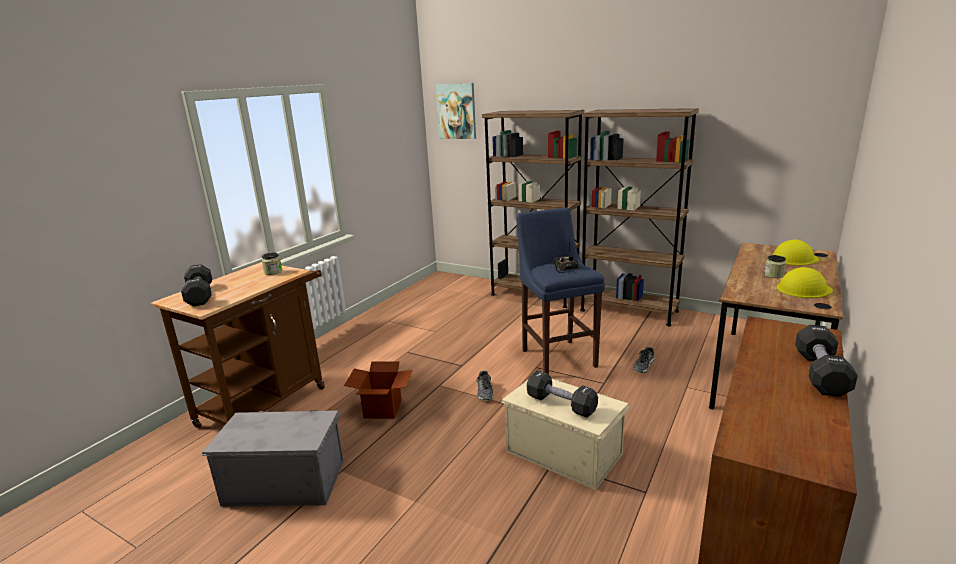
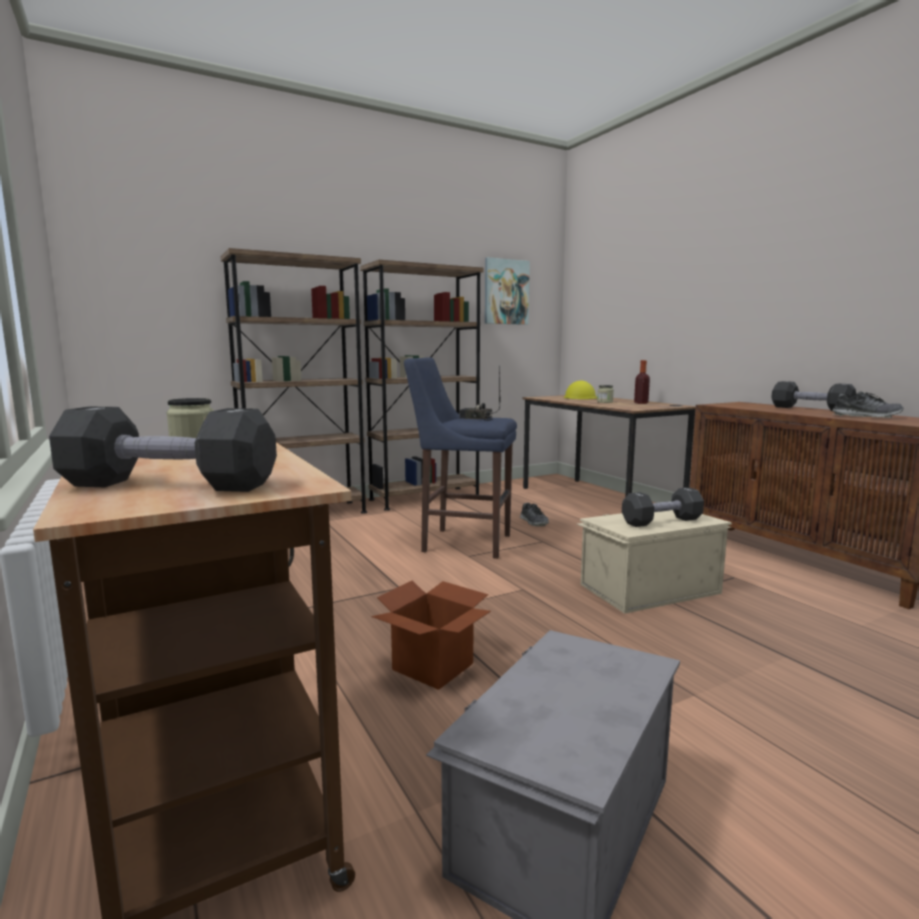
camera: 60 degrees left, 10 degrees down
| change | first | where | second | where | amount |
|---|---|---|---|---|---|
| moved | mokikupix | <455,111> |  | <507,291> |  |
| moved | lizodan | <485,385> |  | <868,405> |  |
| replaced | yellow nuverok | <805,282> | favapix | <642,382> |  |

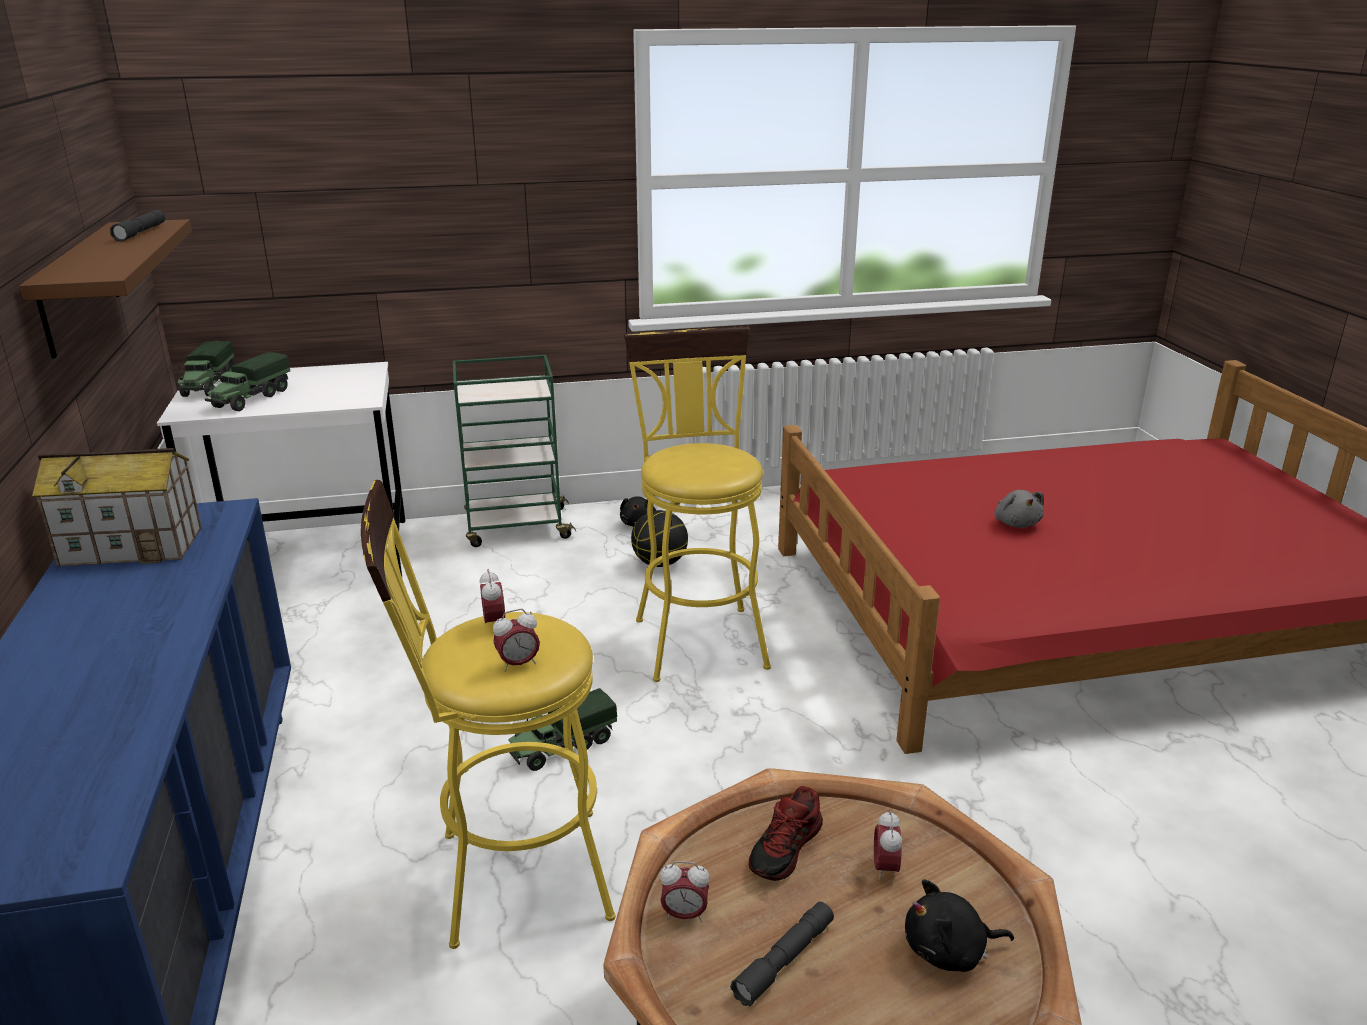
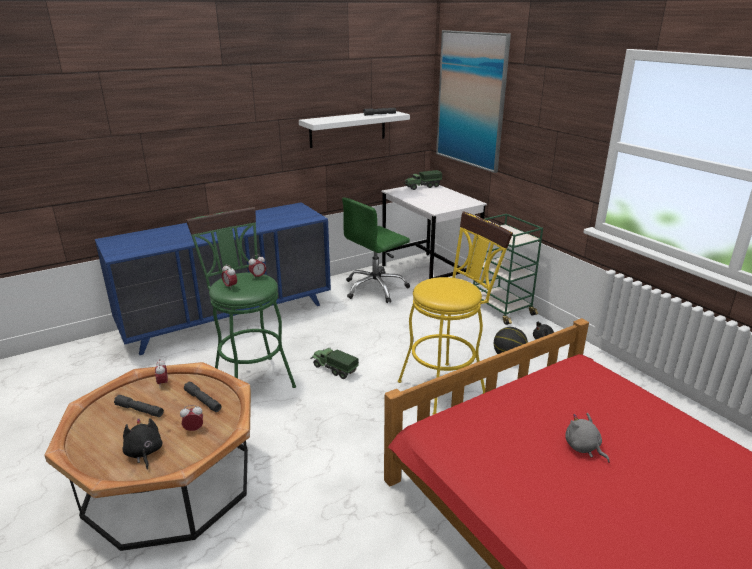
camera: 70 degrees right, 0 degrees up
| change | first | where | second | where | amount |
|---|---|---|---|---|---|
| recoloured | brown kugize | <106,288> | white kugize | <354,129> |  |
| removed | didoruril | <117,507> |  |  |  |
| removed | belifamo | <247,381> |  |  |  |
| recoloured | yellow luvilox | <488,714> | green luvilox | <241,297> |  |
| replaced | lizodan | <786,833> | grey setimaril | <203,396> |  |
| turned | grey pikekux | <1019,509> |  | <588,438> | 90 degrees clockwise |
| added |  |  | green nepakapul | <376,250> |  |
| added |  |  | mokikupix | <473,101> |  |

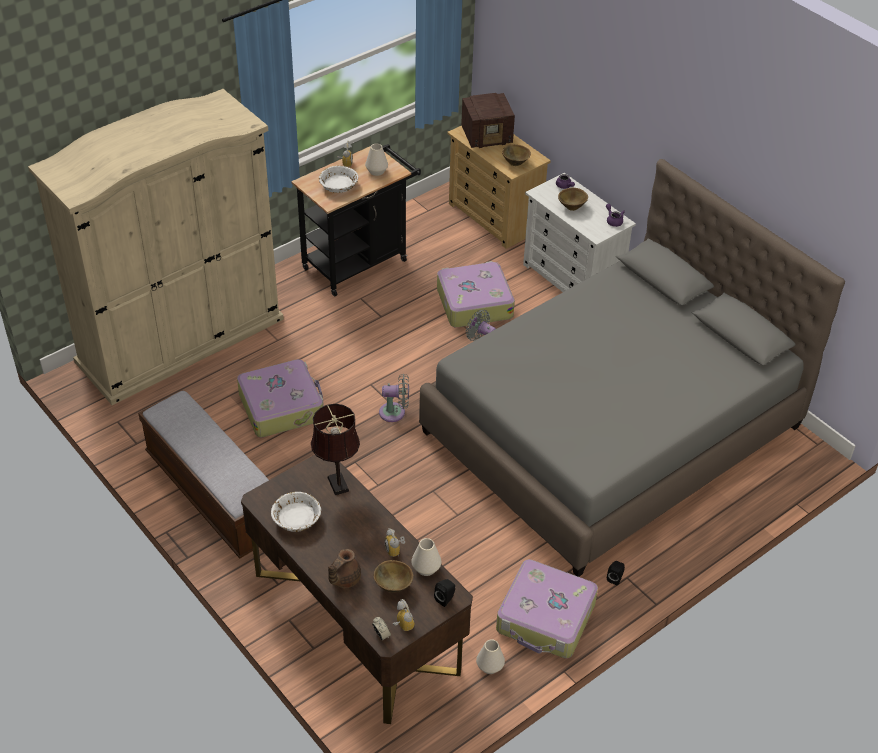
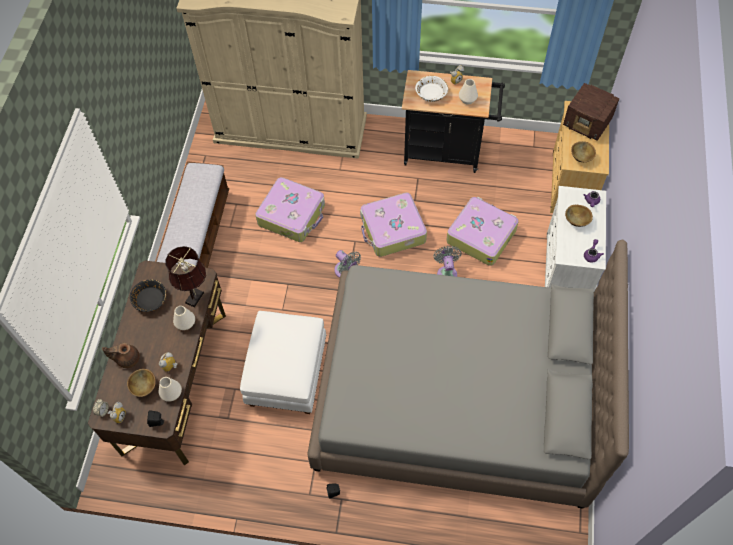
camera: 50 degrees right, 15 degrees up
| change | first | where | second | where | amount |
|---|---|---|---|---|---|
| recoloured | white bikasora | <296,512> | black bikasora | <148,295> |  |
| moved | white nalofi | <490,656> |  | <184,318> |  |
| moved | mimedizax | <547,608> |  | <393,224> |  |
| added |  |  | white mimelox | <283,362> |  |

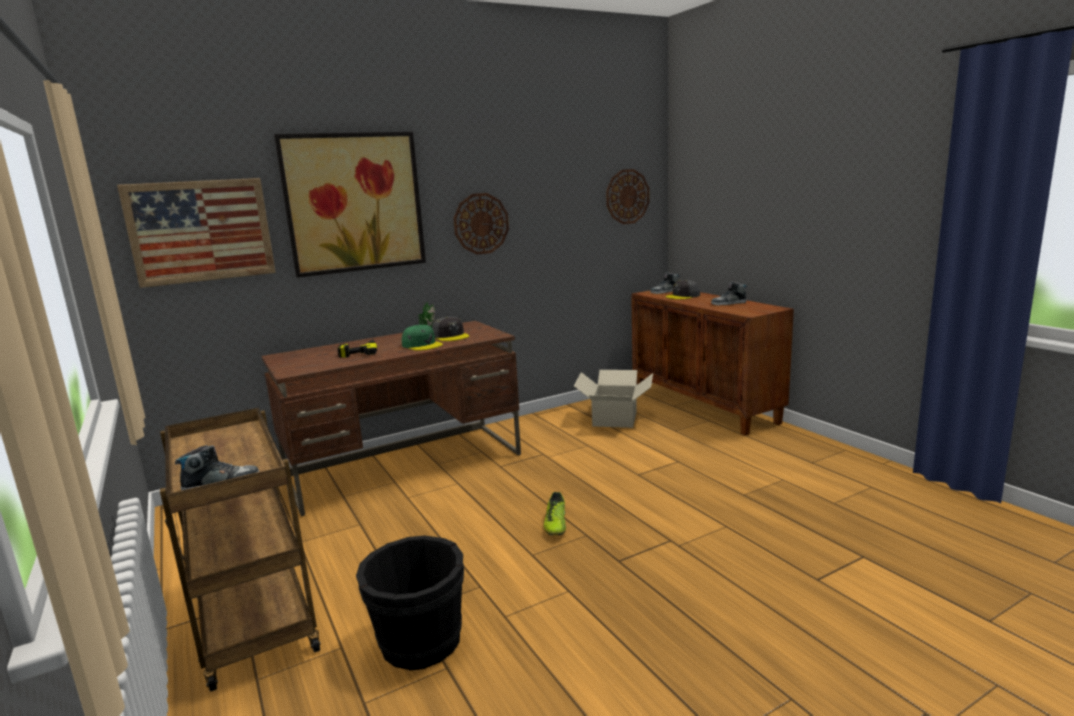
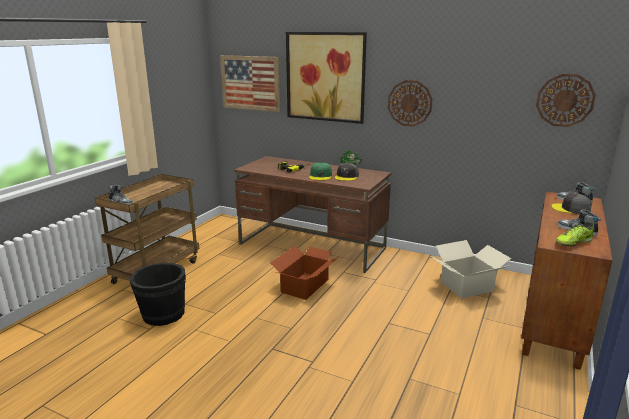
camera: 55 degrees right, 5 degrees up
| change | first | where | second | where | amount |
|---|---|---|---|---|---|
| moved | lizodan | <554,514> |  | <575,233> |  |
| added |  |  | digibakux | <304,273> |  |

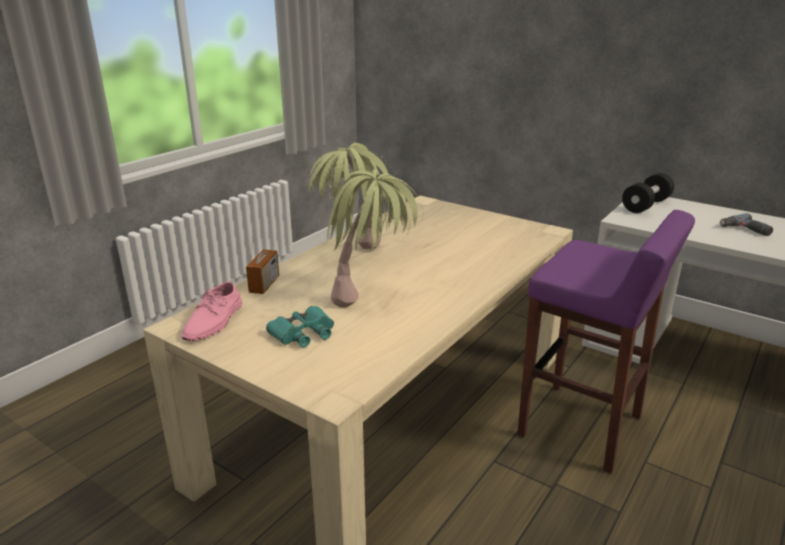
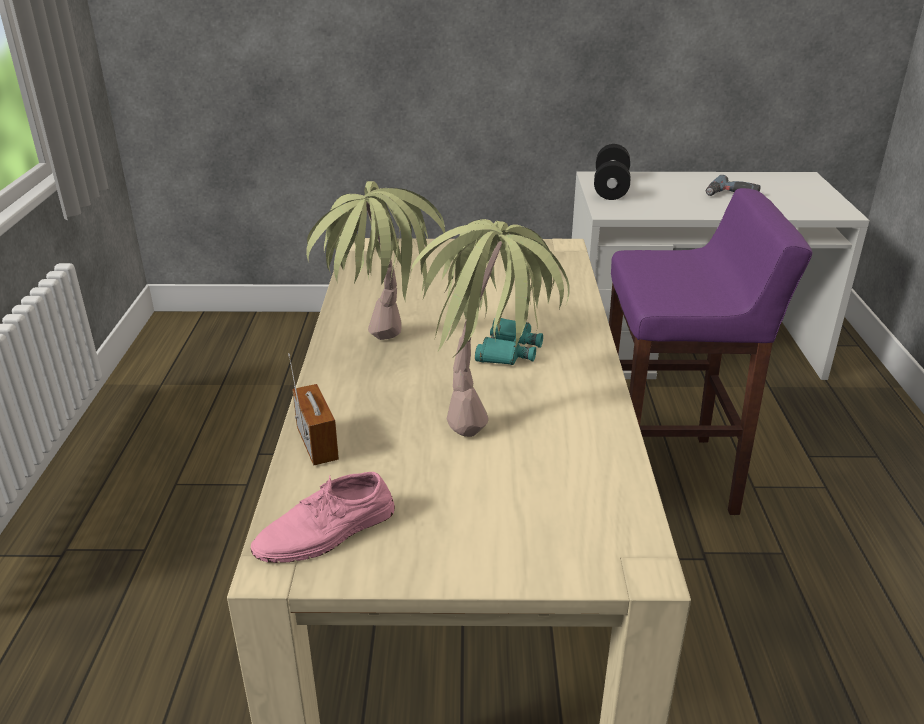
camera: 35 degrees left, 5 degrees up
| change | first | where | second | where | amount |
|---|---|---|---|---|---|
| turned | pink lizodan | <212,311> |  | <323,517> | 75 degrees clockwise |
| moved | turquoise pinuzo | <300,326> |  | <509,341> |  |

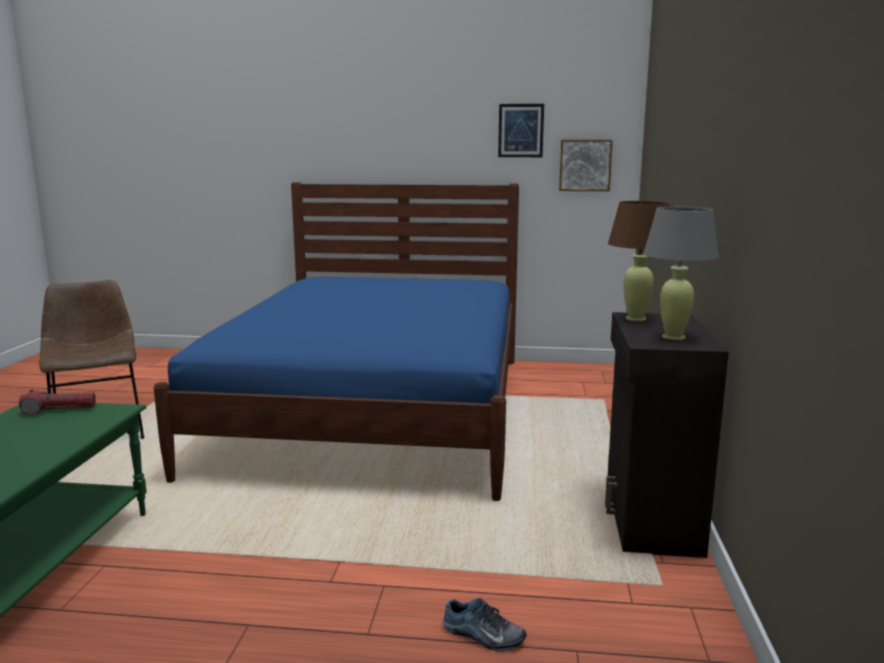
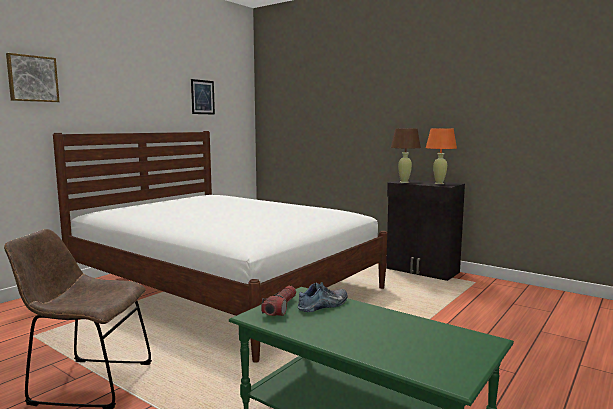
camera: 60 degrees left, 5 degrees down
| change | first | where | second | where | amount |
|---|---|---|---|---|---|
| recoloured | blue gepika | <336,341> | white gepika | <220,247> |  |
| moved | lizodan | <485,624> |  | <323,297> |  |
| moved | mokikupix | <586,165> |  | <33,77> |  |
| recoloured | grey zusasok | <681,273> | orange zusasok | <441,156> |  |

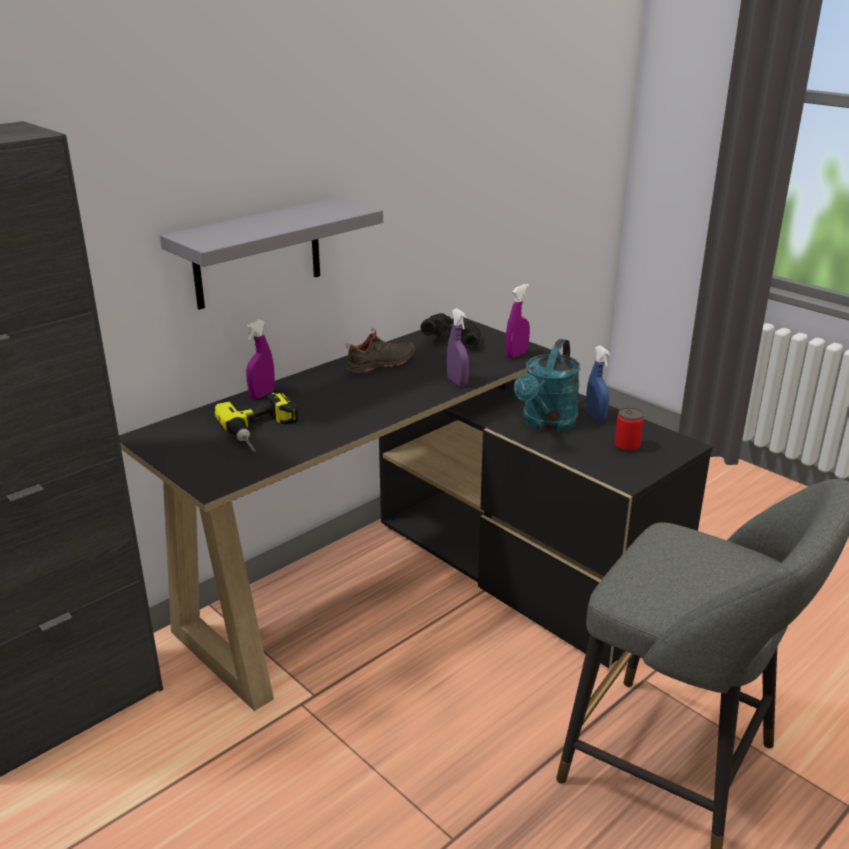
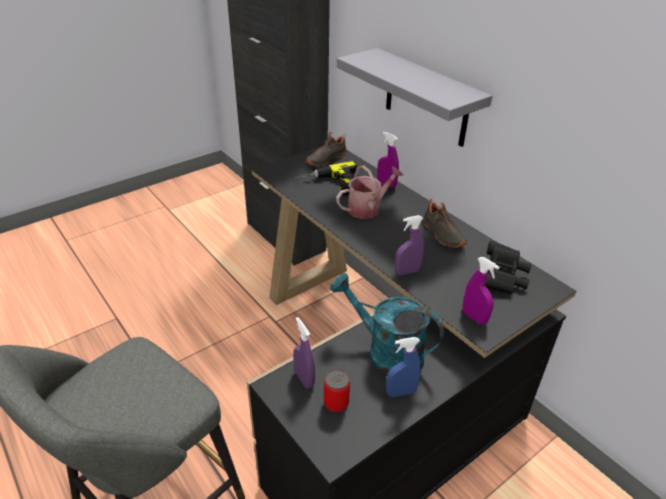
camera: 95 degrees right, 10 degrees up
| change | first | where | second | where | amount |
|---|---|---|---|---|---|
| added |  |  | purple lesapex | <304,353> |  |
| added |  |  | black lizodan | <326,149> |  |
| added |  |  | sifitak | <370,192> |  |

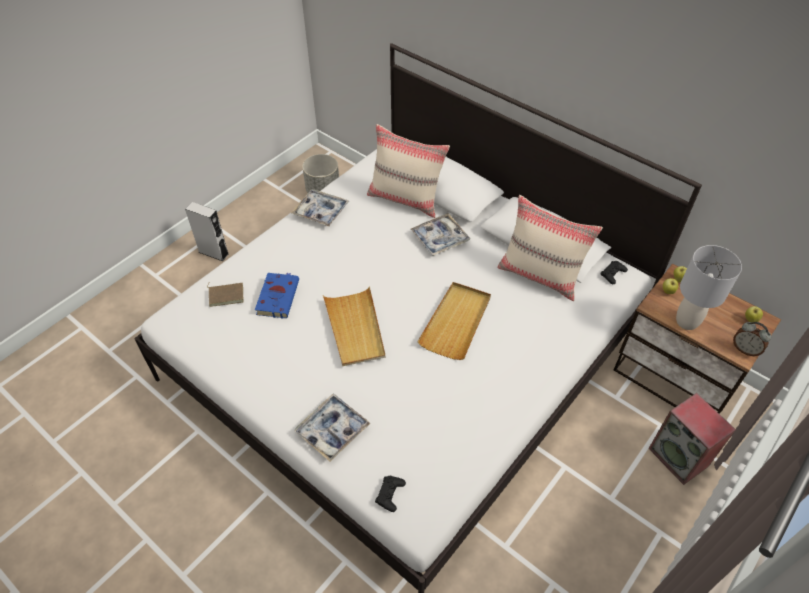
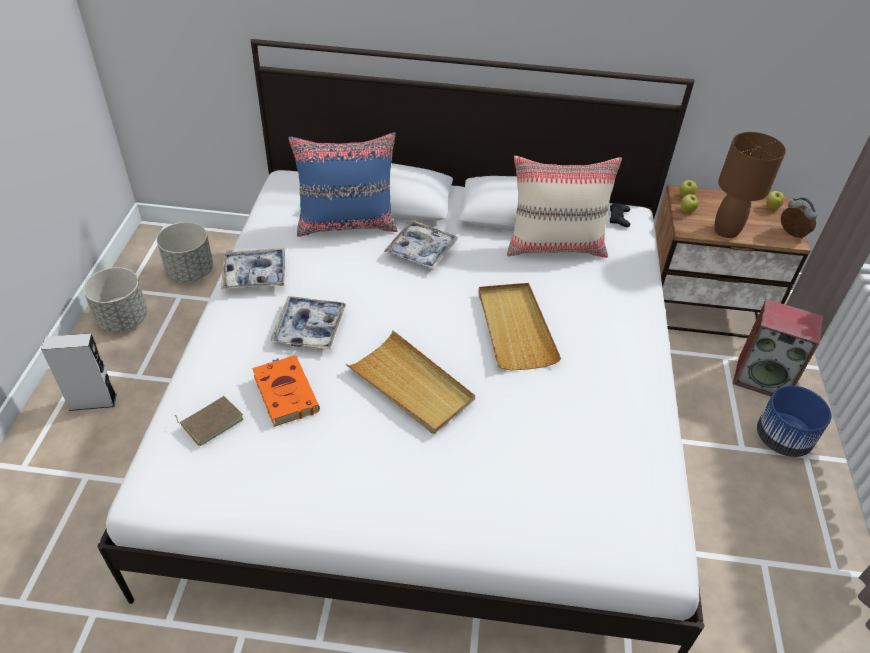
camera: 35 degrees left, 5 degrees down
| change | first | where | second | where | amount |
|---|---|---|---|---|---|
| recoloured | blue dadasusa | <277,296> | orange dadasusa | <286,391> |  |
| moved | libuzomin | <332,427> |  | <308,322> |  |
| recoloured | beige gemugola | <408,171> | blue gemugola | <343,185> |  |
| removed | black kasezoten | <390,494> |  |  |  |
| recoloured | grey zusasok | <709,287> | brown zusasok | <750,185> |  |
| turned | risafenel | <752,339> |  | <799,218> | 135 degrees counterclockwise |
| added |  |  | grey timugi | <115,299> |  |
| added |  |  | blue timugi | <794,421> |  |

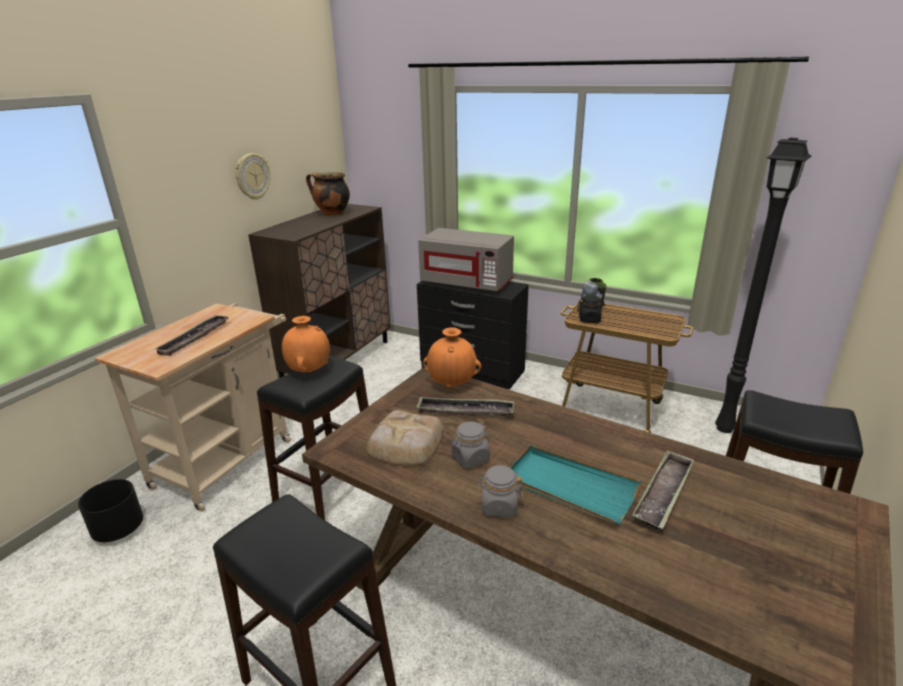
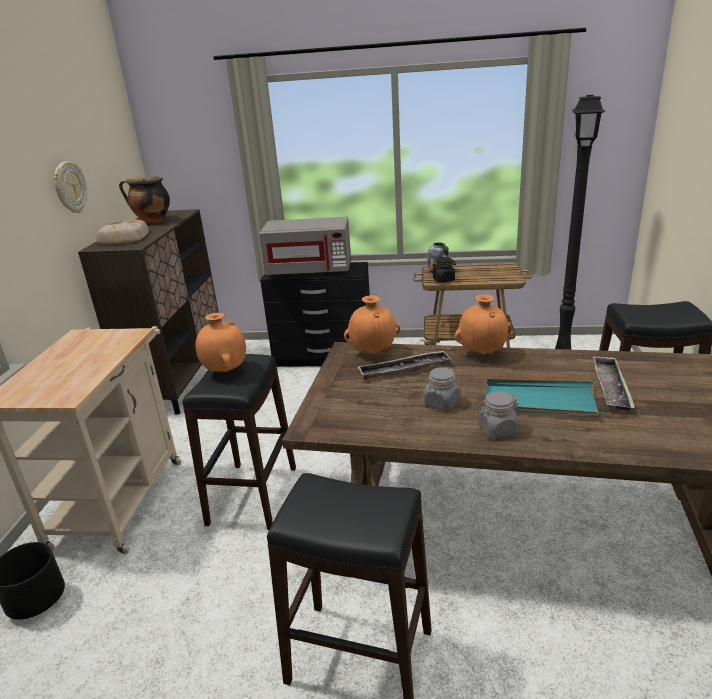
camera: 20 degrees left, 0 degrees up
| change | first | where | second | where | amount |
|---|---|---|---|---|---|
| removed | libuzomin | <192,335> |  |  |  |
| moved | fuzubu | <405,437> |  | <123,232> |  |
| added |  |  | orange nalofi | <483,324> |  |

